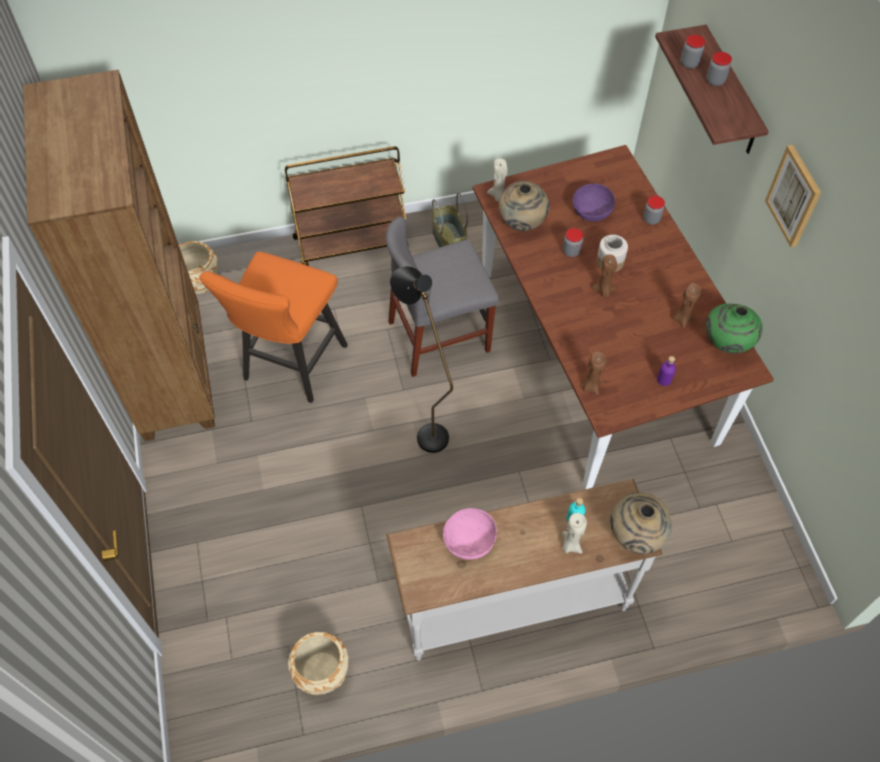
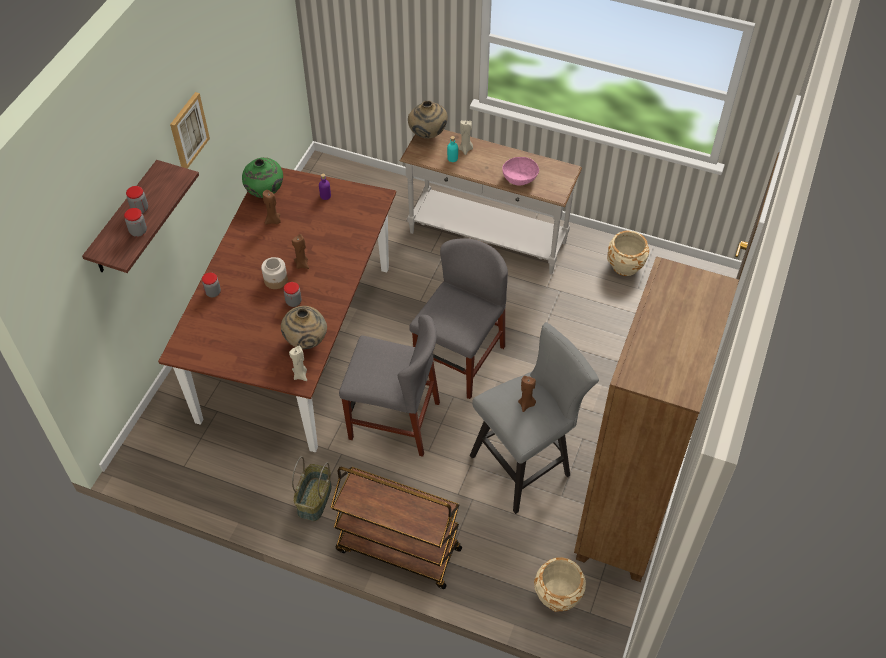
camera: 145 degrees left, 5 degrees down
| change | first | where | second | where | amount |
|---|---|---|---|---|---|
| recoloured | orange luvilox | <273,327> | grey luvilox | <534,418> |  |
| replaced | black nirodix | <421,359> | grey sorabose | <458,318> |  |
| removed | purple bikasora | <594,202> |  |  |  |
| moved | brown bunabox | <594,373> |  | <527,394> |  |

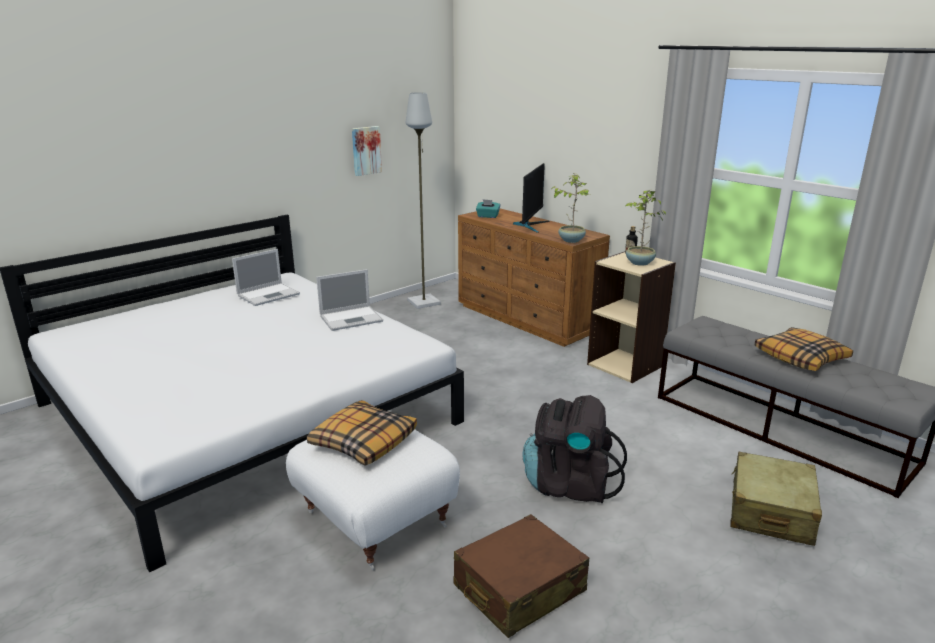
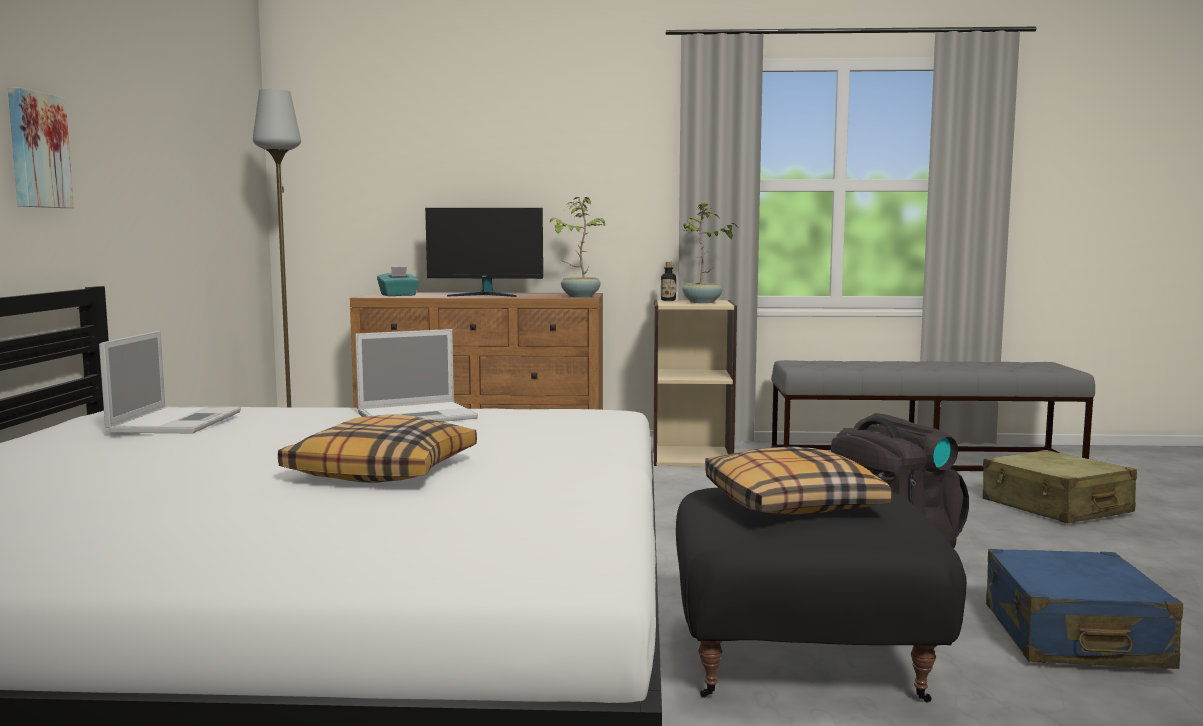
camera: 45 degrees left, 15 degrees down
| change | first | where | second | where | amount |
|---|---|---|---|---|---|
| recoloured | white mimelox | <373,499> | black mimelox | <821,595> |  |
| turned | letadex | <349,300> |  | <416,375> | 45 degrees clockwise |
| moved | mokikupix | <367,151> |  | <41,147> |  |
| recoloured | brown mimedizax | <521,576> | blue mimedizax | <1084,609> |  |
| turned | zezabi | <531,198> |  | <484,252> | 120 degrees clockwise |
| moved | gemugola | <804,349> |  | <377,449> |  |

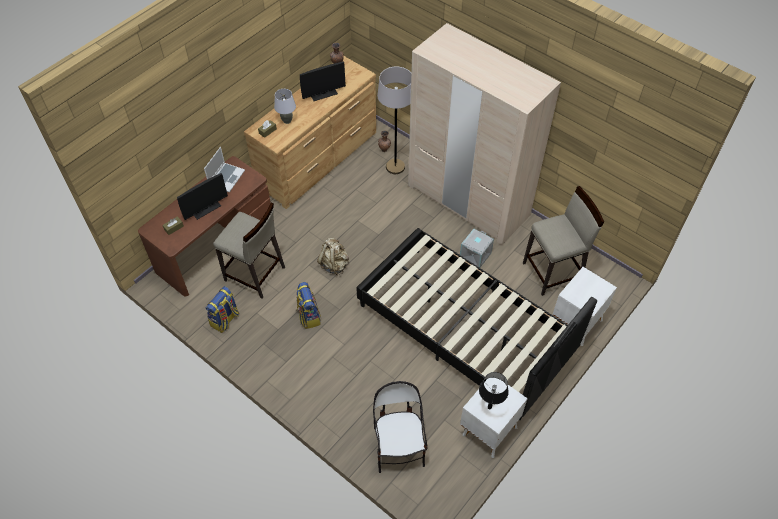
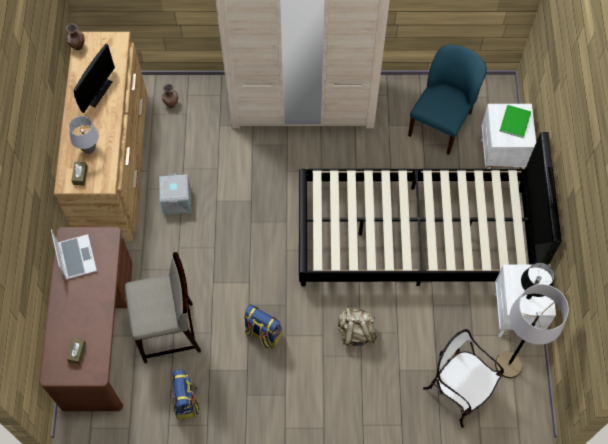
camera: 40 degrees left, 10 degrees up
| change | first | where | second | where | amount |
|---|---|---|---|---|---|
| removed | zezabi | <202,196> |  |  |  |
| moved | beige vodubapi | <333,256> |  | <357,325> |  |
| moved | grey nirodix | <394,120> |  | <532,331> |  |
| moved | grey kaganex | <477,248> |  | <175,194> |  |
| replaced | beige luvilox | <563,241> | blue sorabose | <447,100> |  |
| added |  |  | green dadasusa | <515,121> |  |

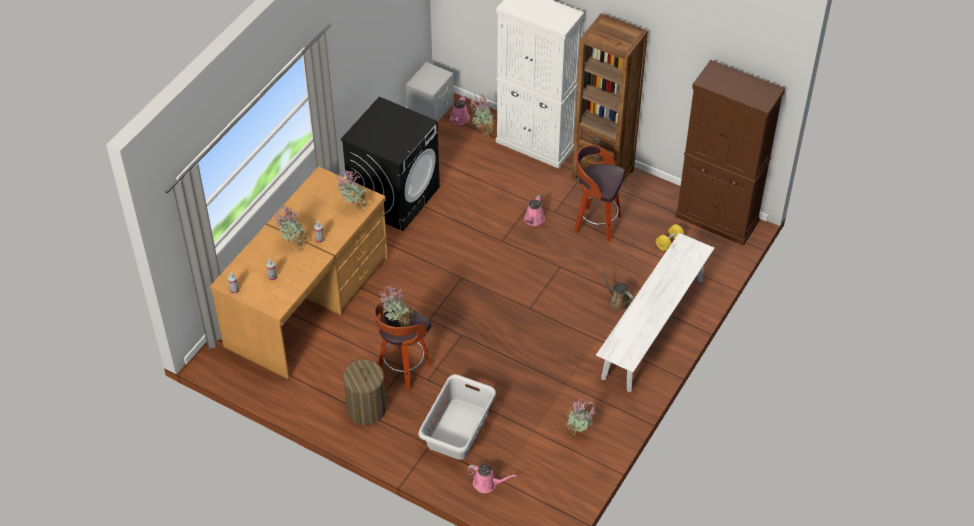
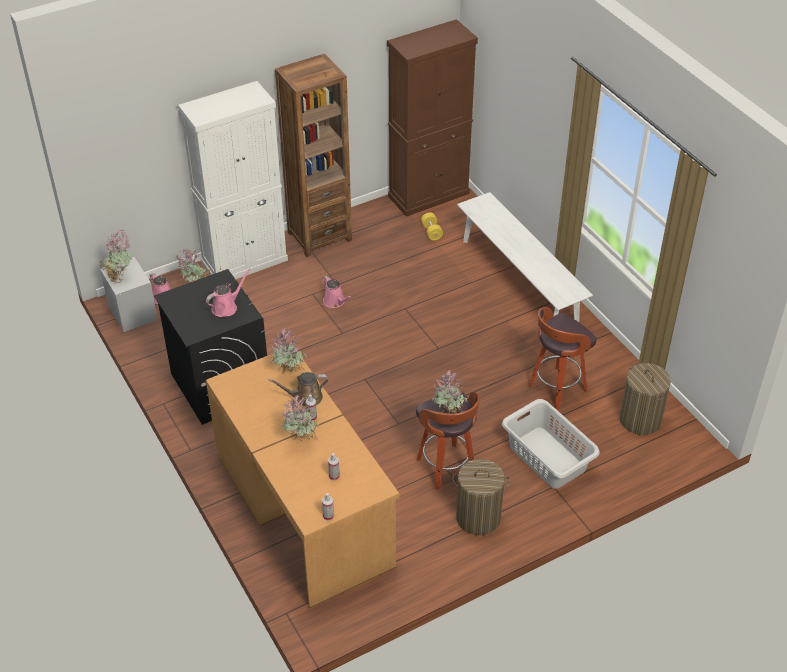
camera: 60 degrees left, 5 degrees down
| change | first | where | second | where | amount |
|---|---|---|---|---|---|
| moved | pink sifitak | <492,478> |  | <228,293> |  |
| moved | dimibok | <581,417> |  | <115,256> |  |
| moved | luvilox | <599,193> |  | <562,358> |  |
| moved | brown sifitak | <616,288> |  | <298,389> |  |
| added |  |  | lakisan | <645,399> |  |

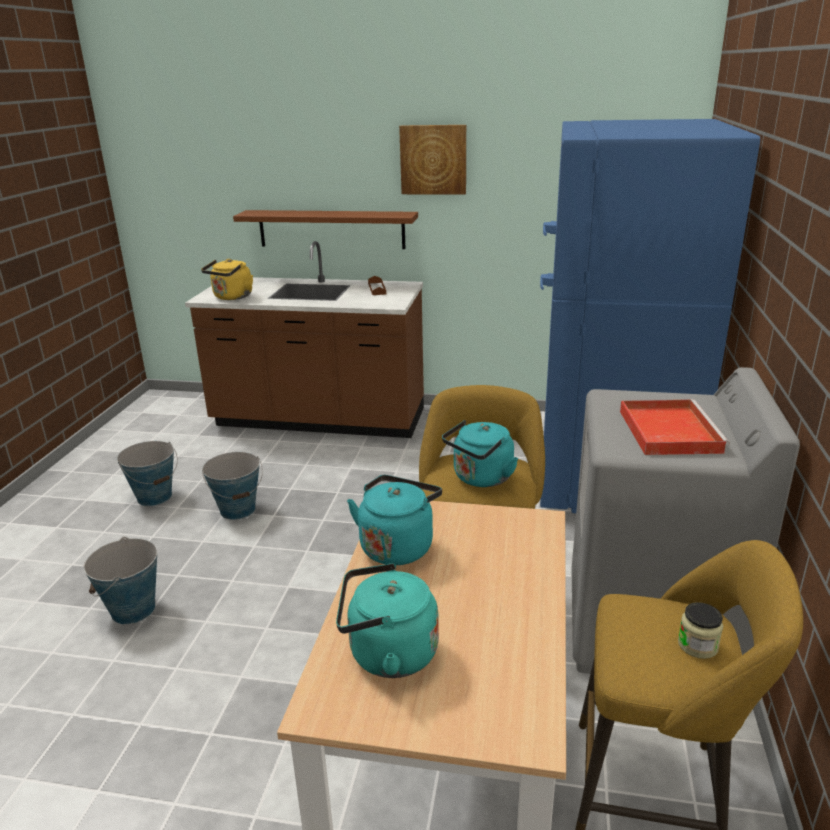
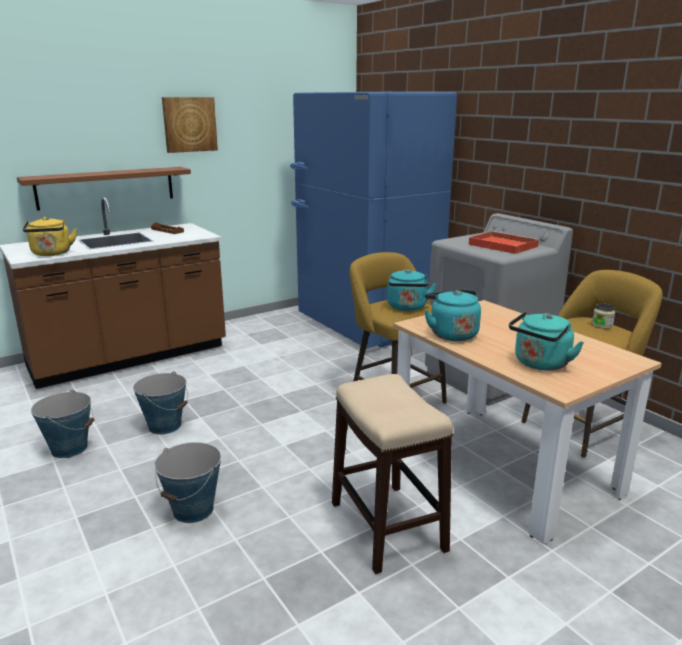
camera: 45 degrees left, 5 degrees down
| change | first | where | second | where | amount |
|---|---|---|---|---|---|
| added |  |  | luvilox | <392,474> |  |

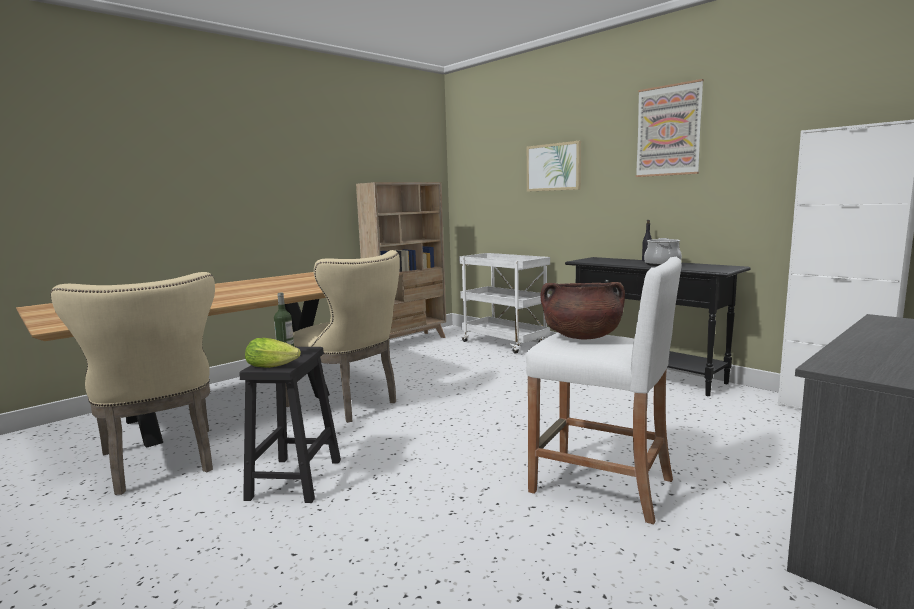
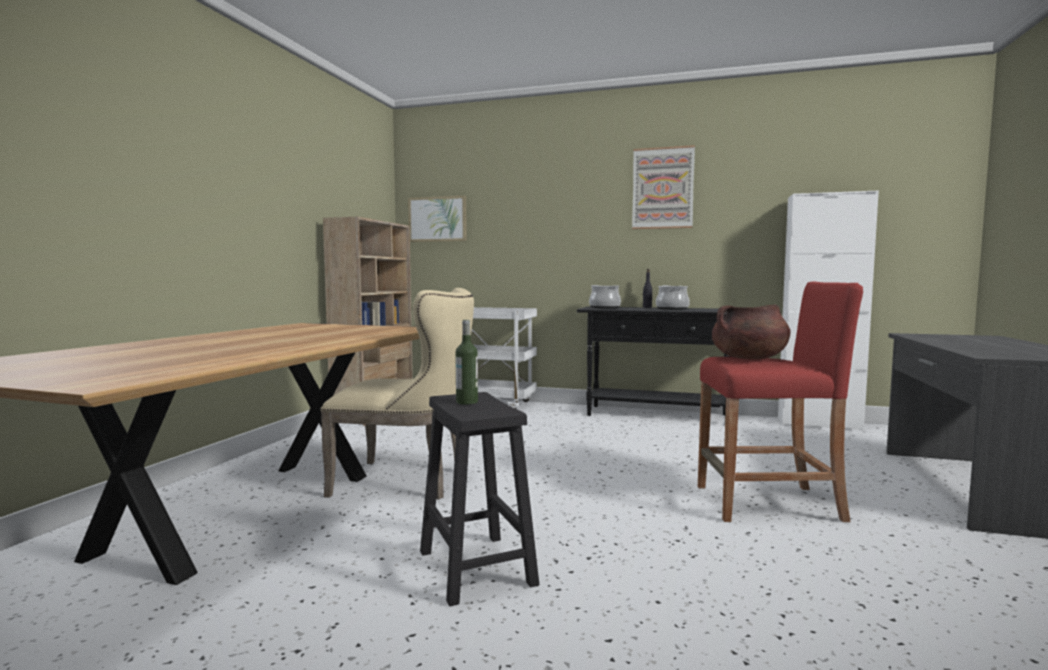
camera: 30 degrees left, 5 degrees down
| change | first | where | second | where | amount |
|---|---|---|---|---|---|
| removed | beige sorabose | <132,383> |  |  |  |
| removed | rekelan | <273,353> |  |  |  |
| recoloured | white luvilox | <603,391> | red luvilox | <780,402> |  |
| moved | mokikupix | <554,166> |  | <437,219> |  |
| added |  |  | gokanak | <605,297> |  |

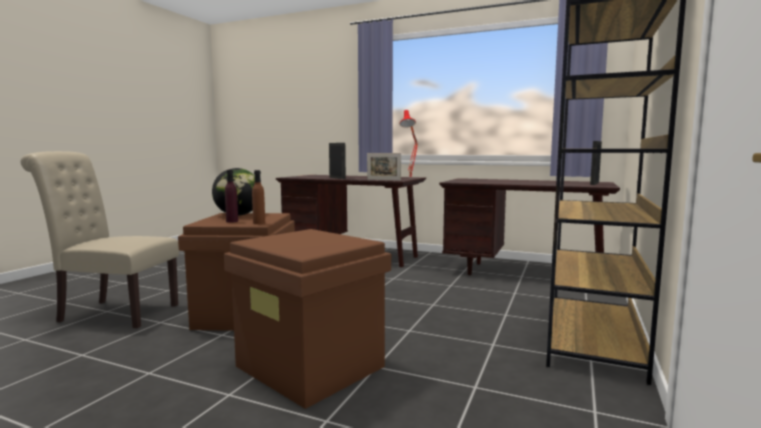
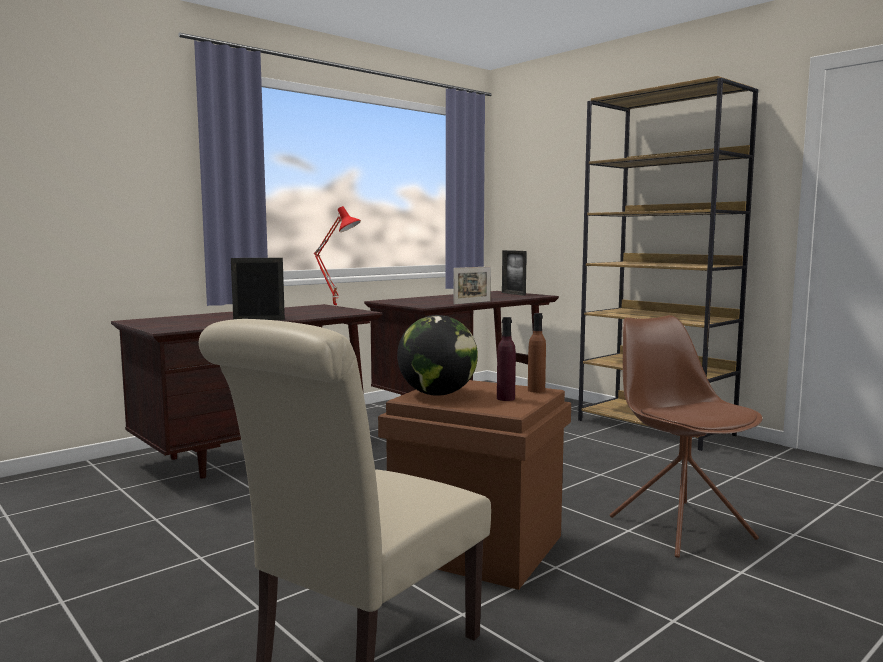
camera: 65 degrees left, 0 degrees up
| change | first | where | second | where | amount |
|---|---|---|---|---|---|
| replaced | brown kaganex | <307,319> | brown sorabose | <686,436> |  |
| moved | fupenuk | <384,167> |  | <472,285> |  |

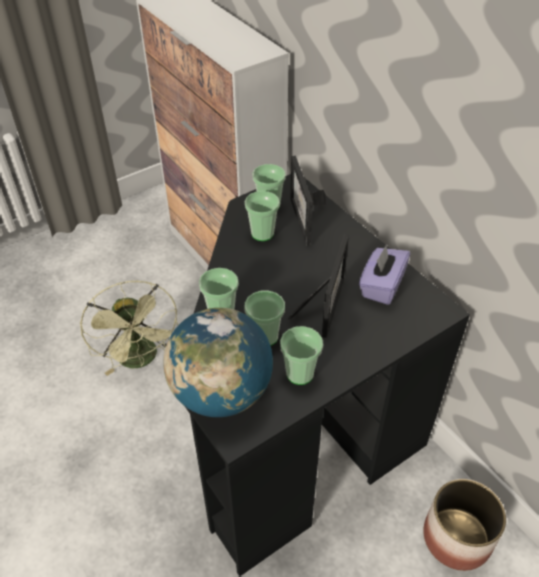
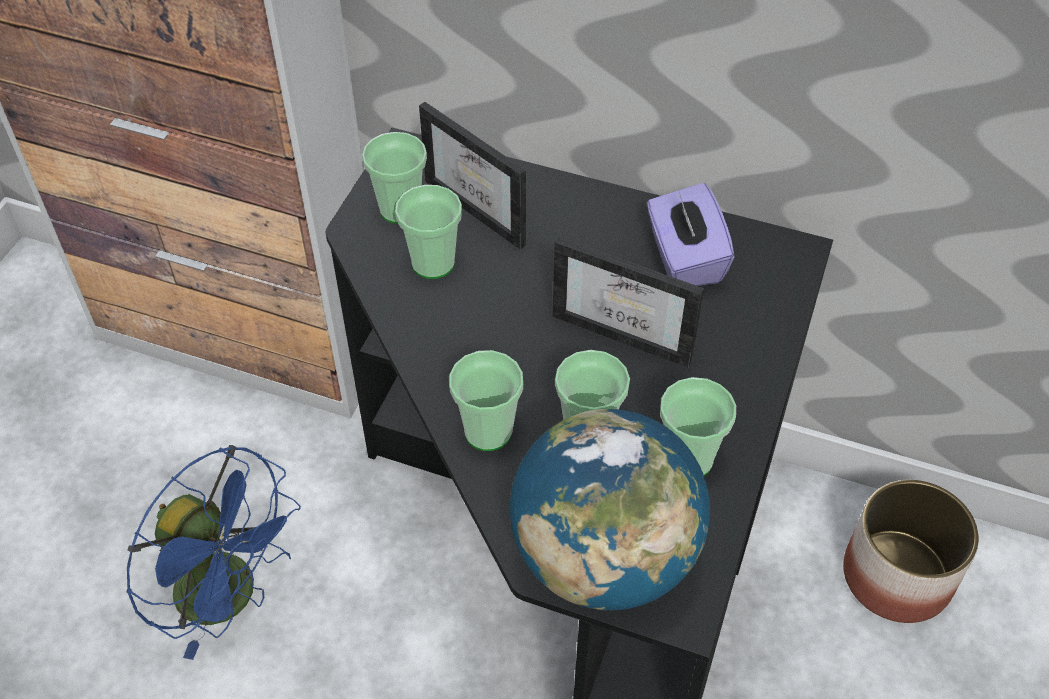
camera: 35 degrees left, 5 degrees up
| change | first | where | second | where | amount |
|---|---|---|---|---|---|
| recoloured | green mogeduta | <129,328> | blue mogeduta | <214,552> |  |
| turned | fupenuk | <318,286> |  | <628,302> | 135 degrees clockwise |

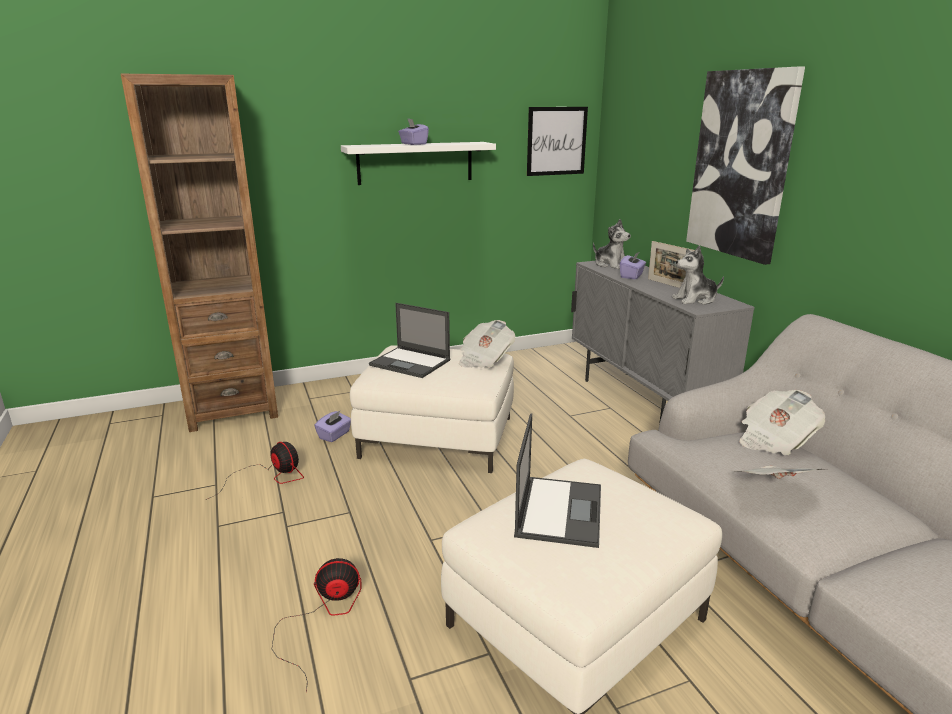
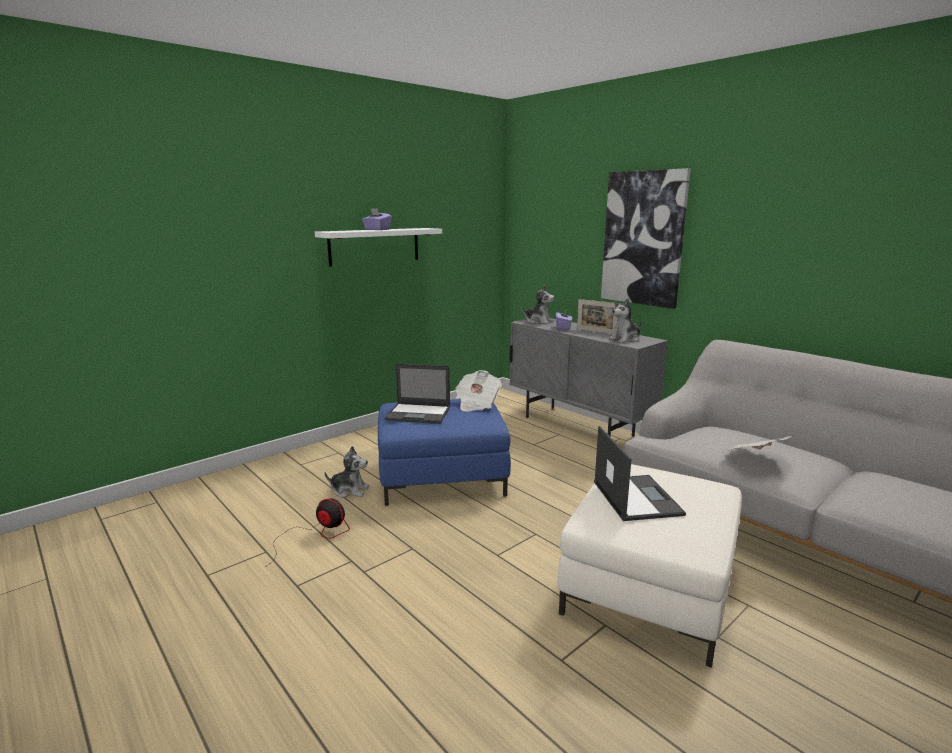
camera: 20 degrees left, 5 degrees down
| change | first | where | second | where | amount |
|---|---|---|---|---|---|
| removed | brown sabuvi | <199,253> |  |  |  |
| removed | mogeduta | <316,625> |  |  |  |
| replaced | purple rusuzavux | <332,426> | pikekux | <346,472> |  |
| recoloured | white mimelox | <432,409> | blue mimelox | <444,452> |  |
| removed | mokikupix | <557,141> |  |  |  |
| removed | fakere | <782,422> |  |  |  |

